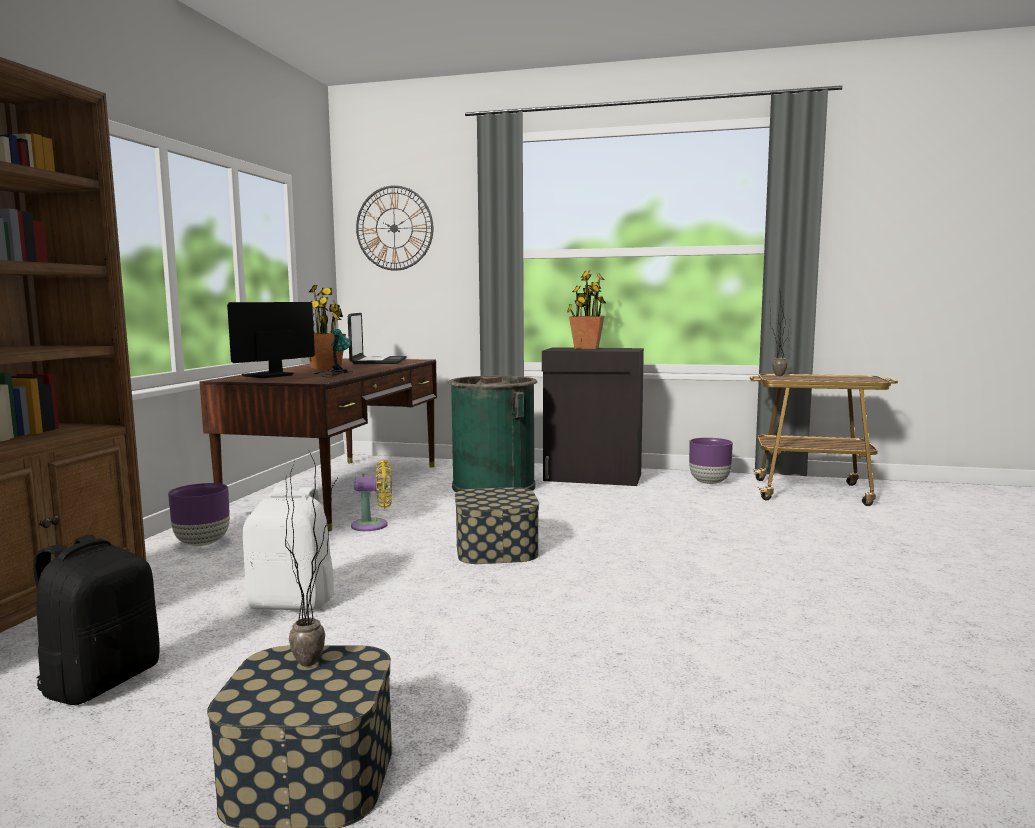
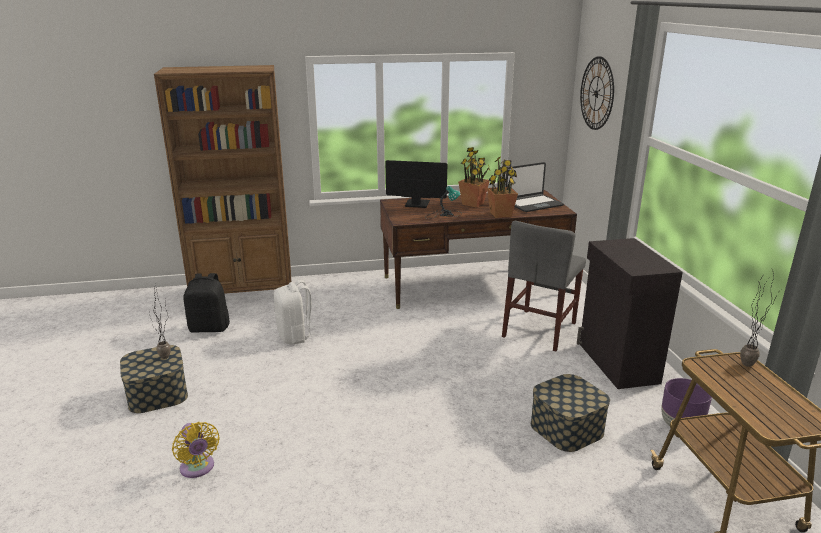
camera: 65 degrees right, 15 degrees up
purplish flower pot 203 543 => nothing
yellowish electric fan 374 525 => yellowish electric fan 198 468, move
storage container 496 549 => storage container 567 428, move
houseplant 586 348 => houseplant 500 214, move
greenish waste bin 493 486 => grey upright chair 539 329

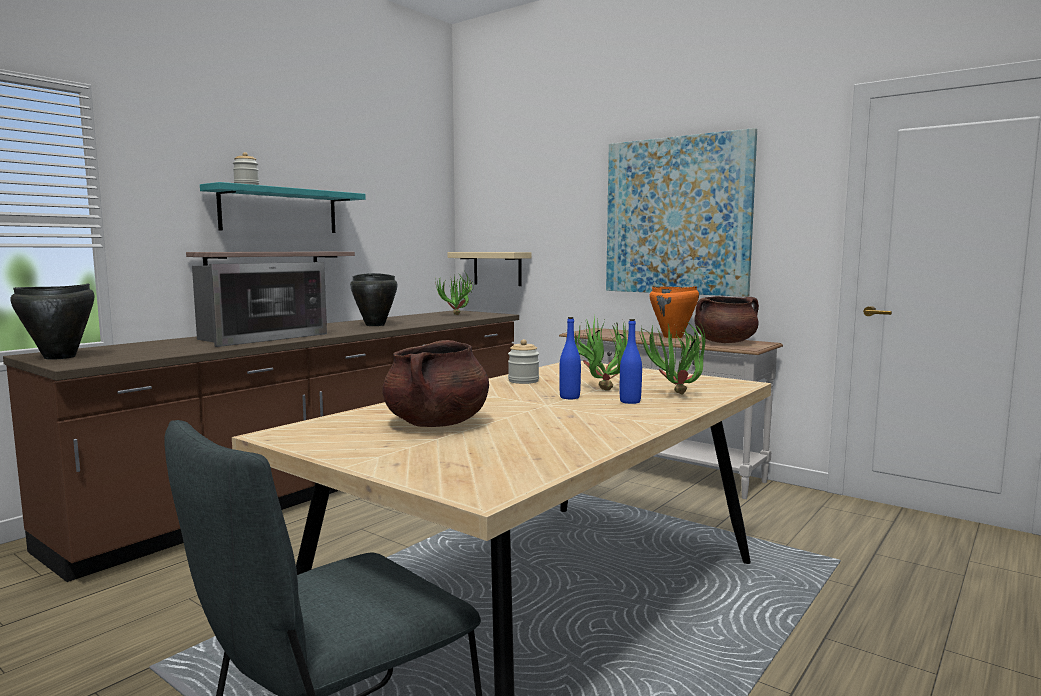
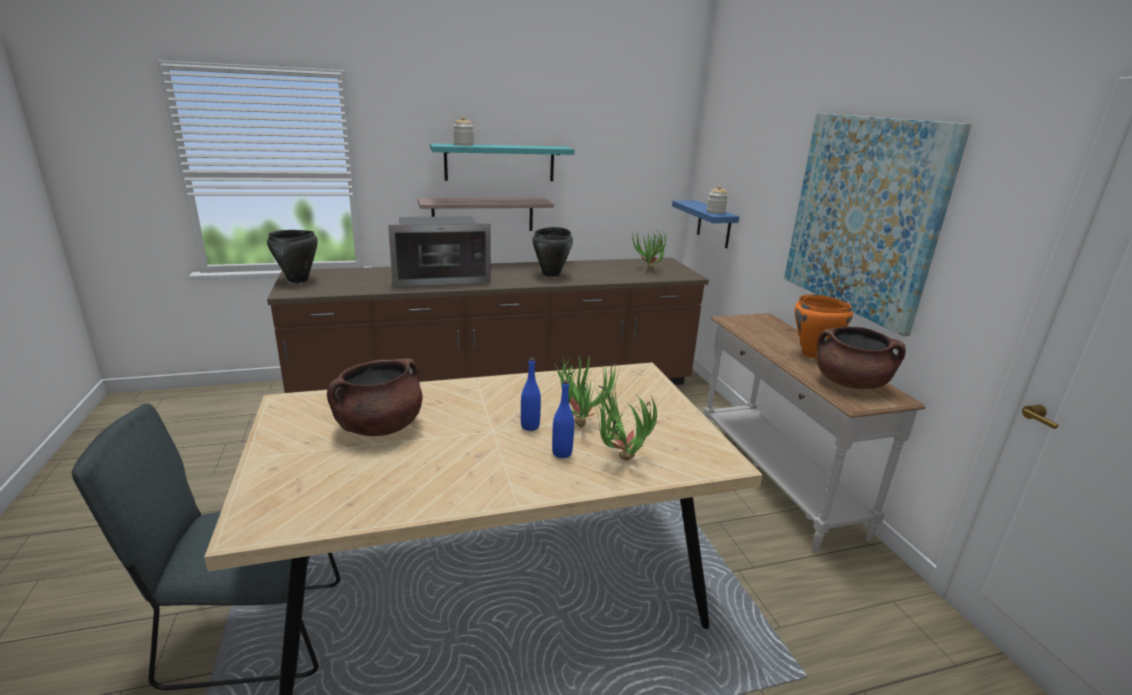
camera: 35 degrees right, 15 degrees up
preserve jar 523 381 => preserve jar 716 212, move
beige wall shelf 497 268 => blue wall shelf 714 224

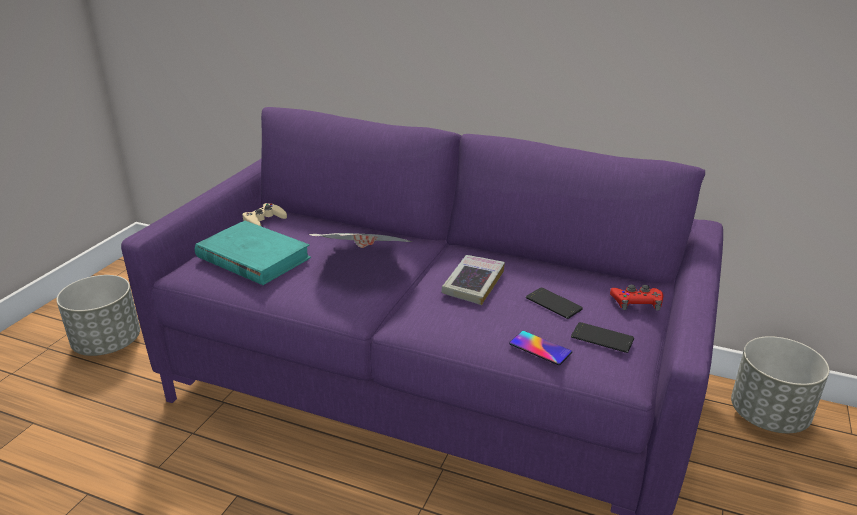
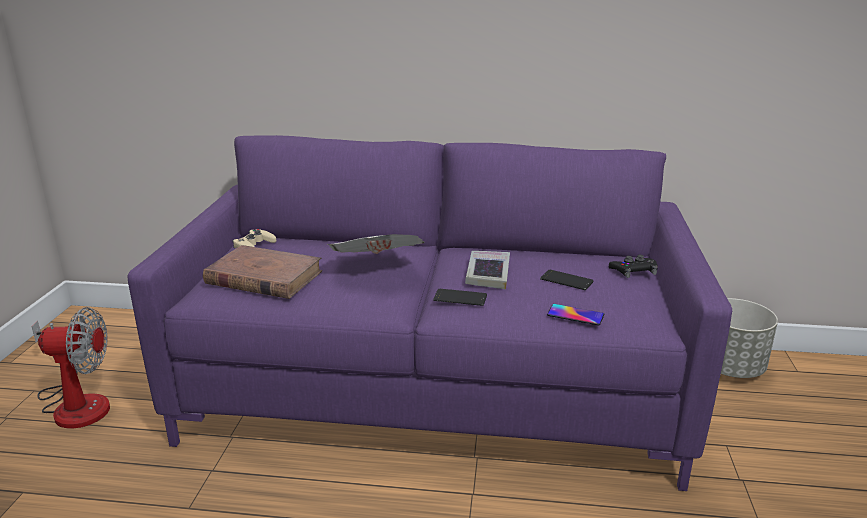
camera: 15 degrees left, 5 degrees down
phone 602 338 => phone 460 298, move
grey flower pot 107 344 => electric fan 76 403
turquoise-coloured bound book 253 257 => brown-coloured bound book 263 277
reddish game controller 636 302 => black game controller 633 271

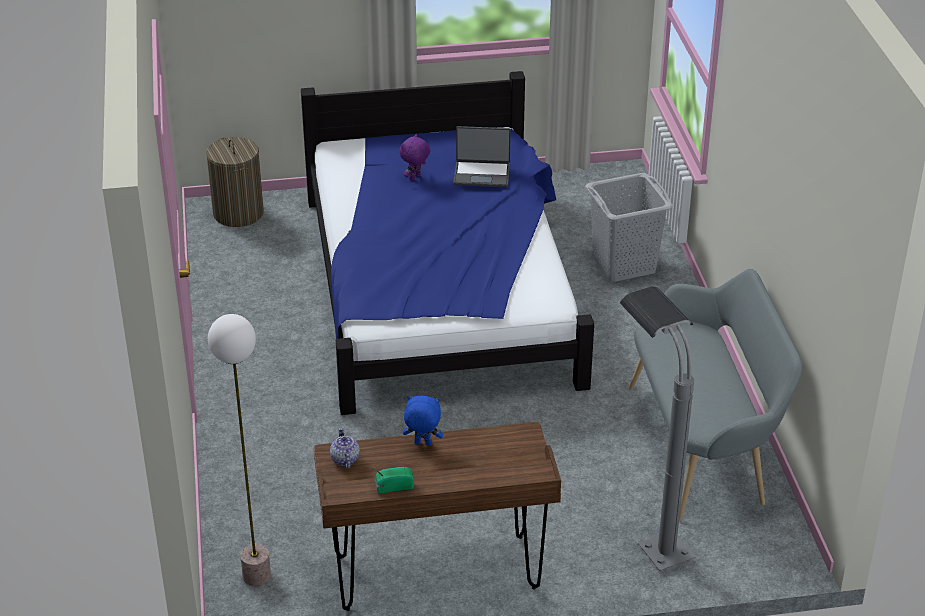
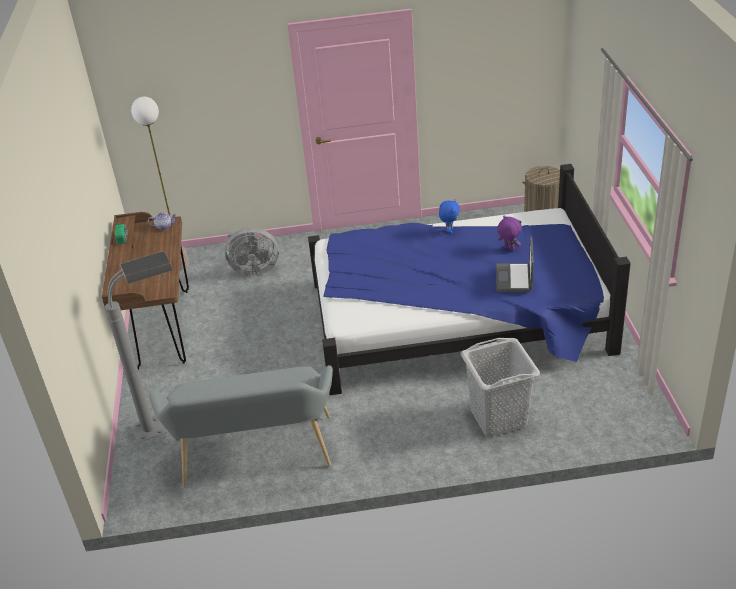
camera: 95 degrees right, 0 degrees up
nothing => grey electric fan 253 269
blue soft toy 422 444 => blue soft toy 449 231, move

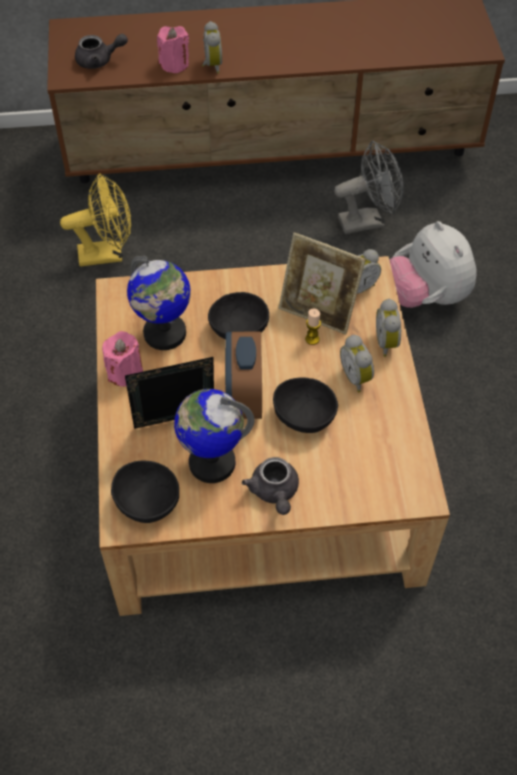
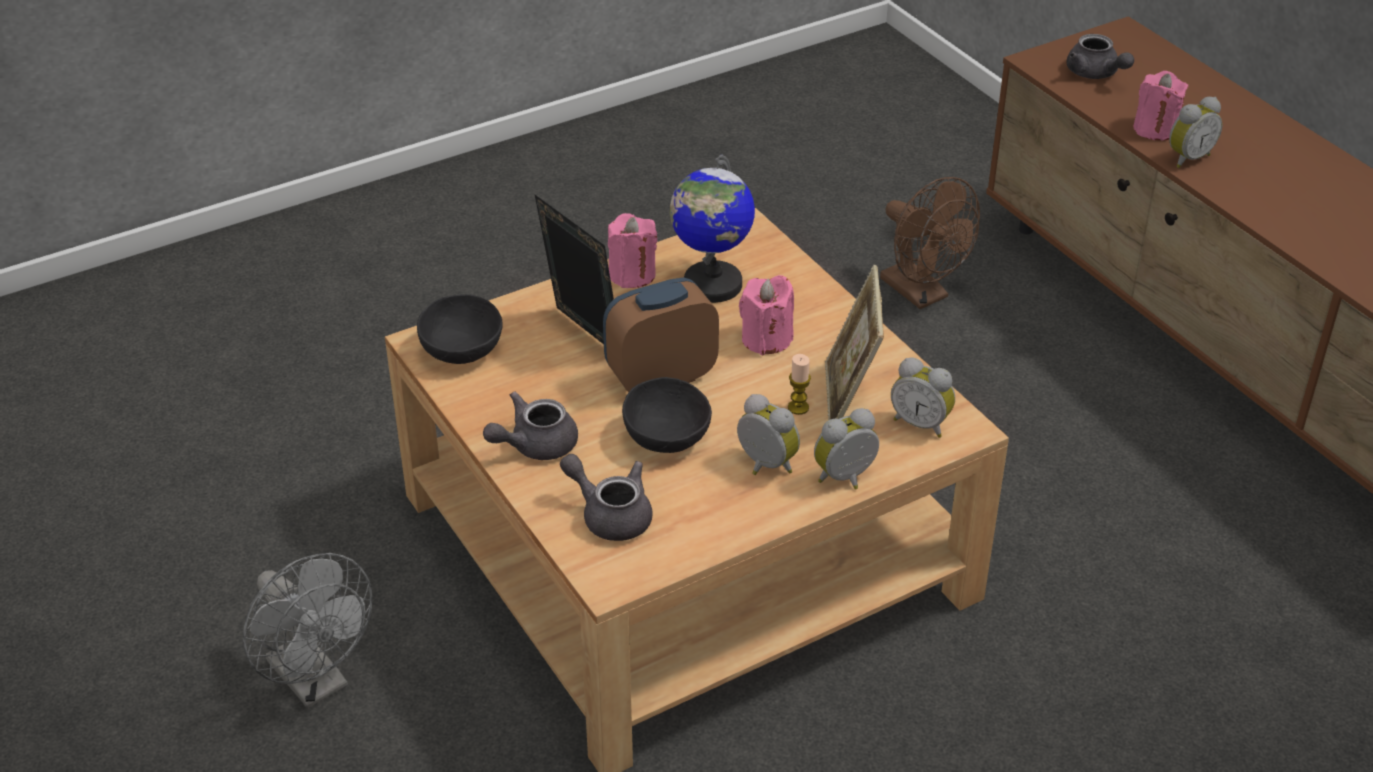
camera: 65 degrees right, 15 degrees down
world globe 211 462 => nothing
soft toy 426 296 => nothing
nothing => grey pot for tea 610 514
grey electric fan 368 220 => grey electric fan 316 682, move
black bowl 238 328 => pink candle 766 339
yellowish electric fan 108 254 => brown-coloured electric fan 921 294
bedside clock 357 377 => bedside clock 764 466, 90 degrees clockwise

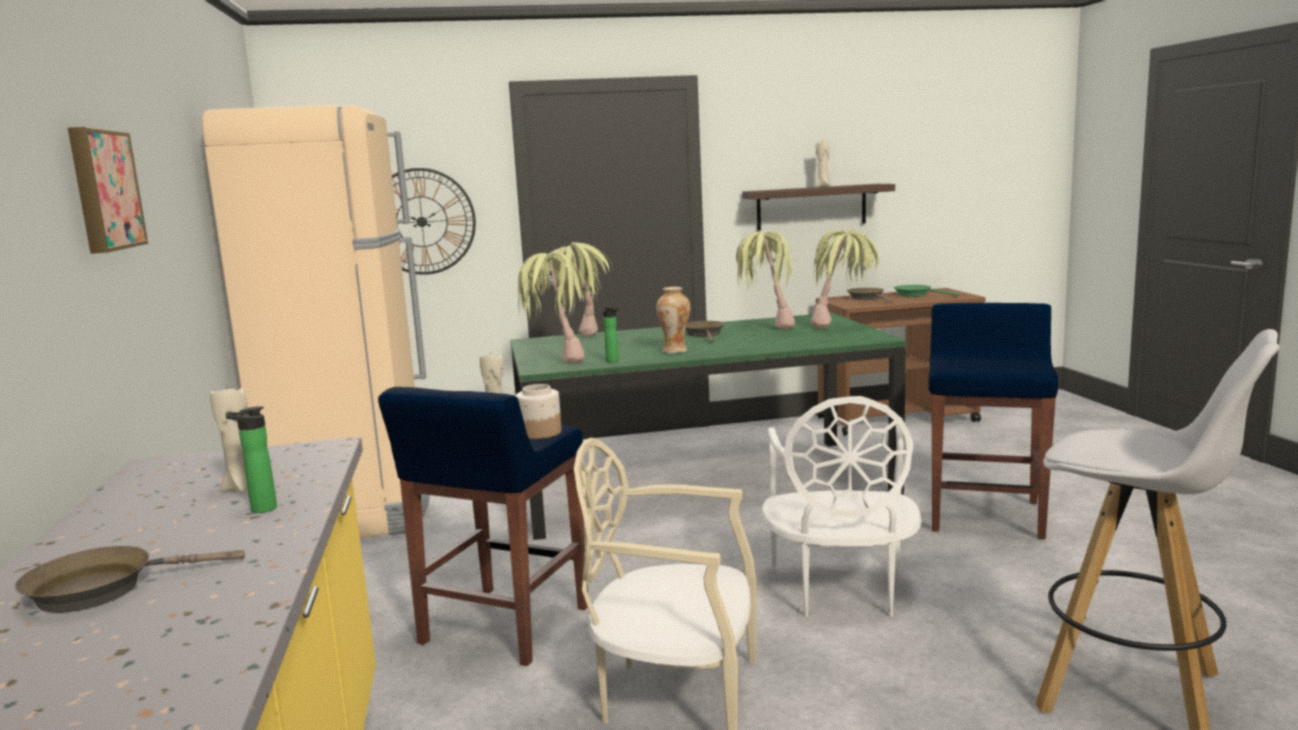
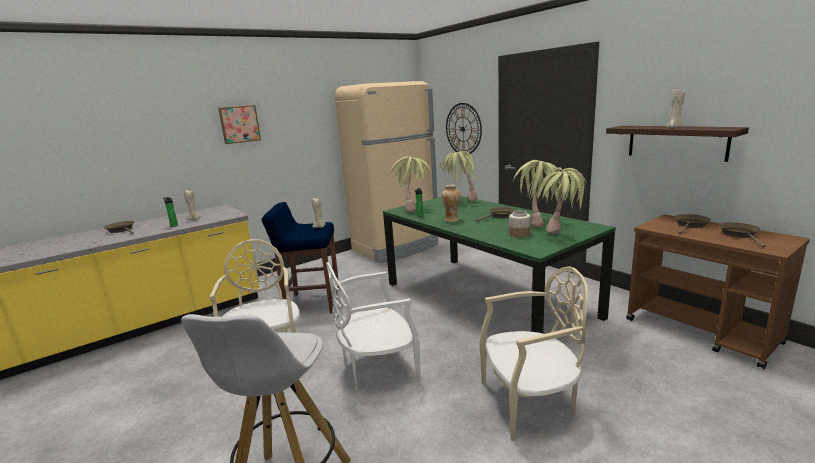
camera: 65 degrees right, 5 degrees up
preserve jar 539 433 => preserve jar 519 234, move
blue stool 986 515 => beige upright chair 530 403
greenish skillet 916 295 => brown-coloured skillet 740 235

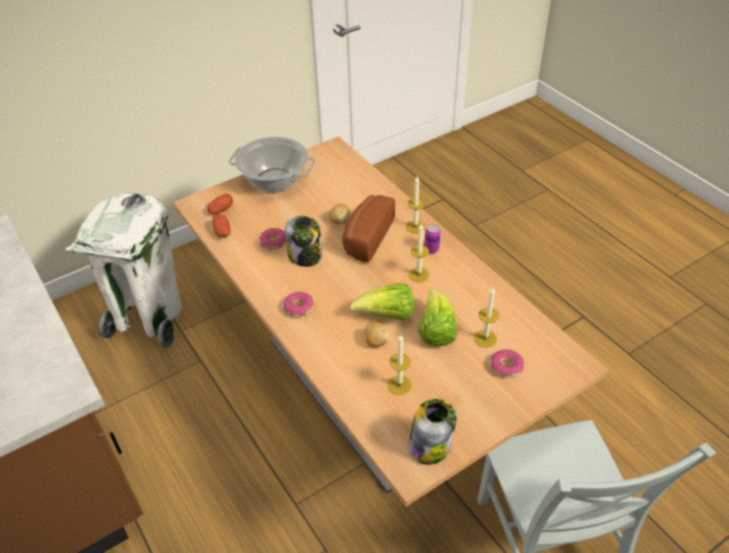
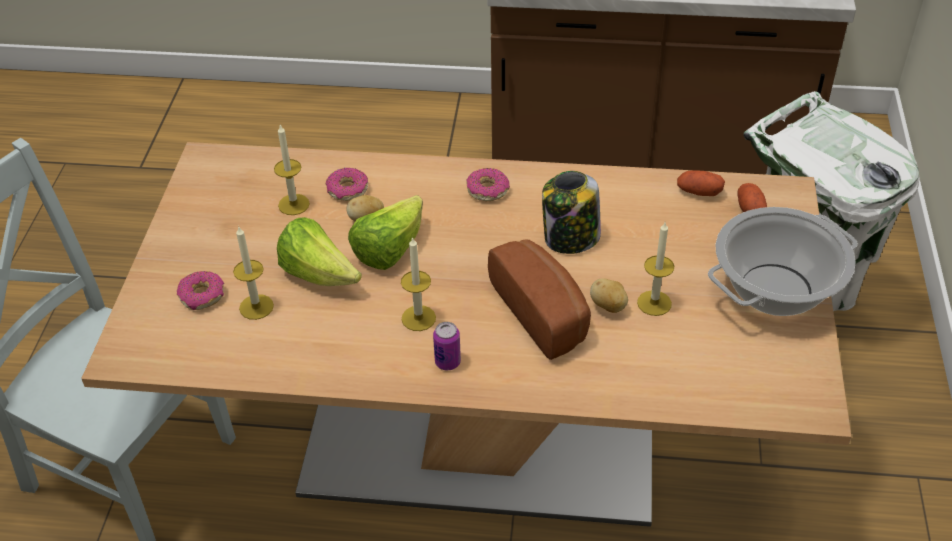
camera: 130 degrees right, 0 degrees up
preserve jar 430 446 => nothing
ring doughnut 274 242 => ring doughnut 347 190, move
candle 415 227 => candle 654 303, move

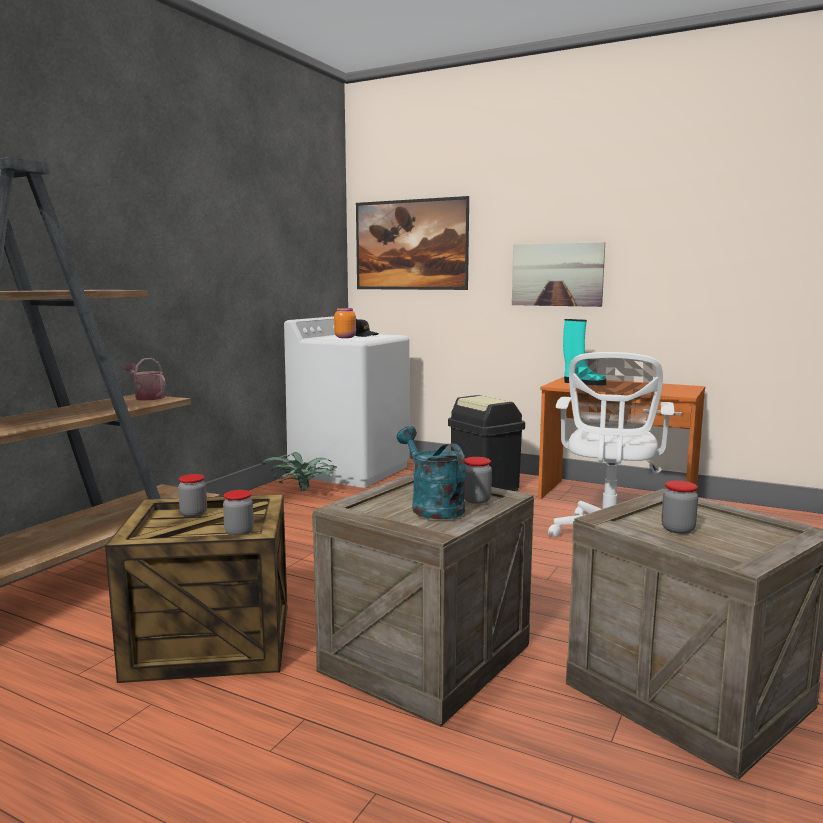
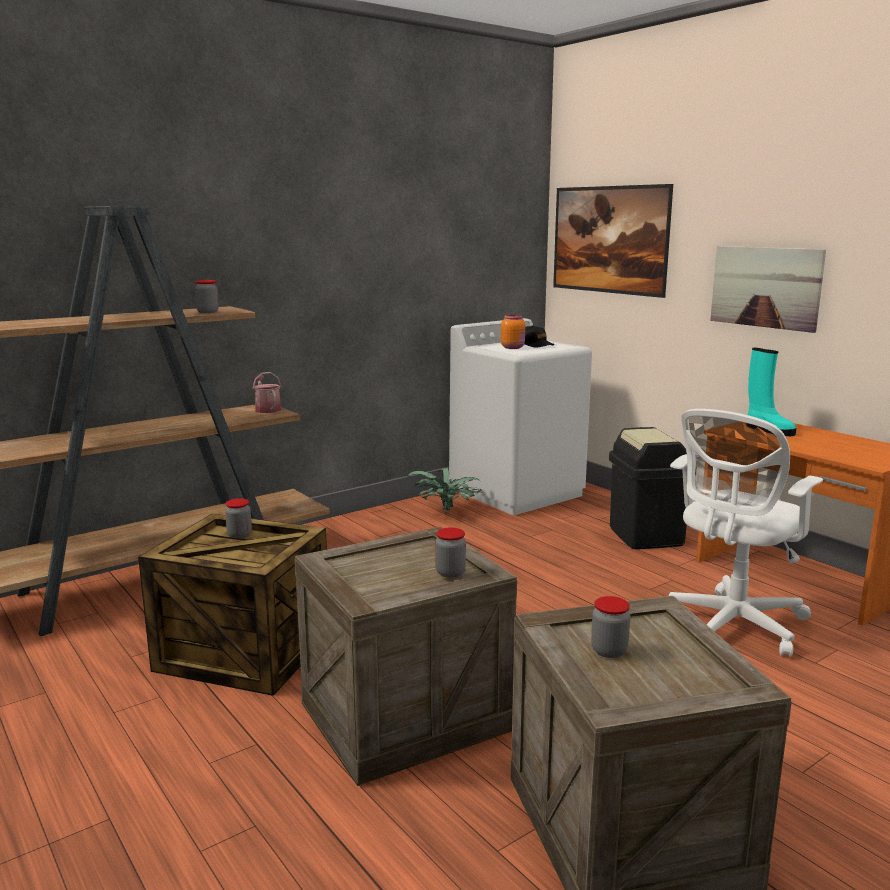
camera: 25 degrees right, 5 degrees up
turquoise-coloured watering pot 432 506 => nothing
preserve jar 239 533 => preserve jar 207 312, move

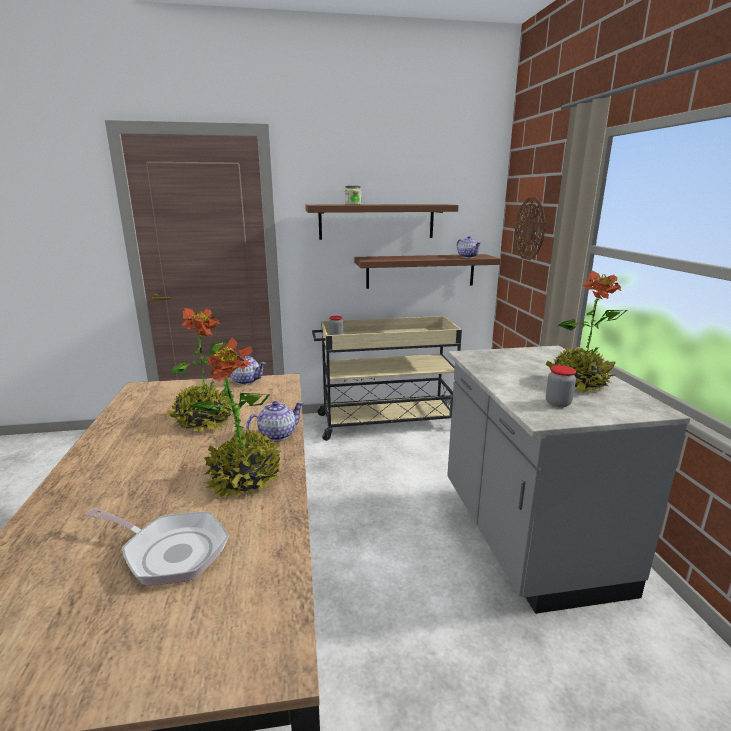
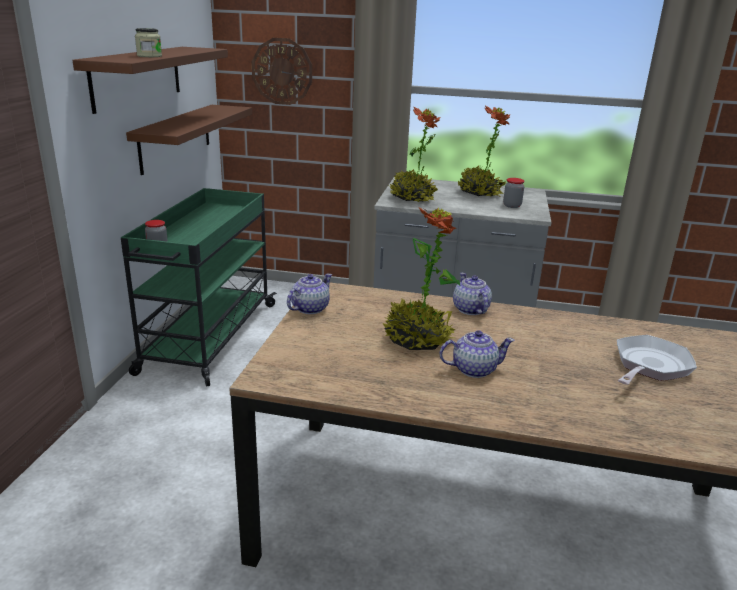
camera: 70 degrees left, 5 degrees up
houseplant 245 478 => houseplant 412 198, move
pot for tea 467 256 => pot for tea 473 369, move
beige trolley 385 422 => greenish trolley 209 338

